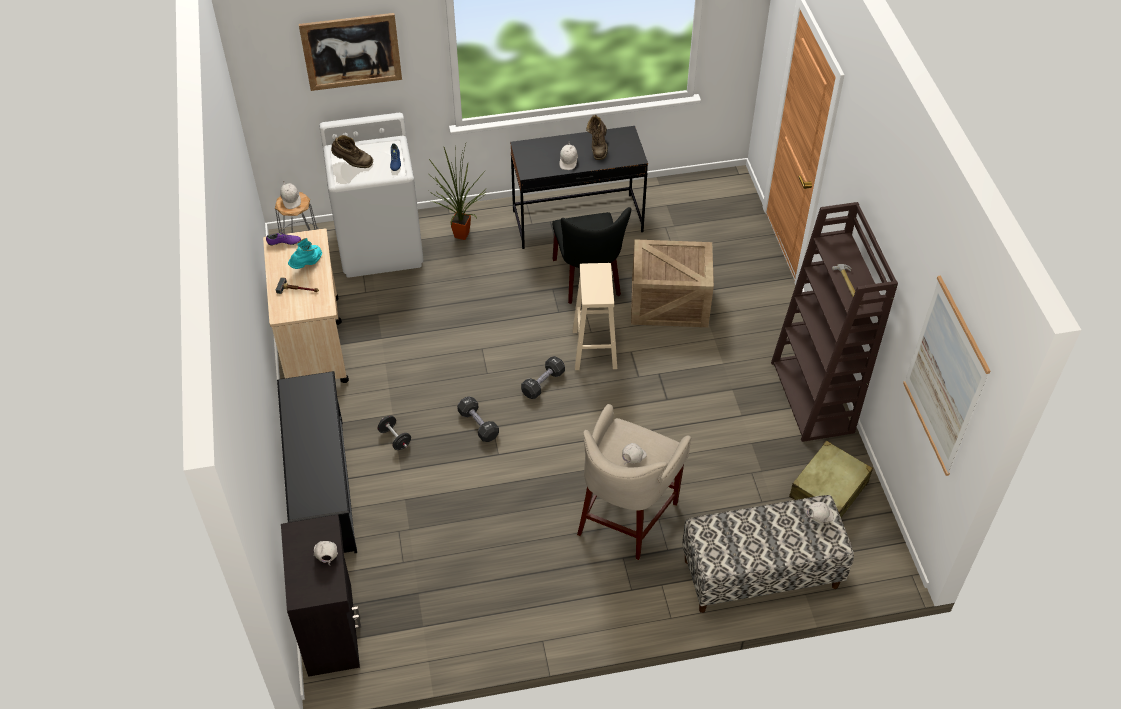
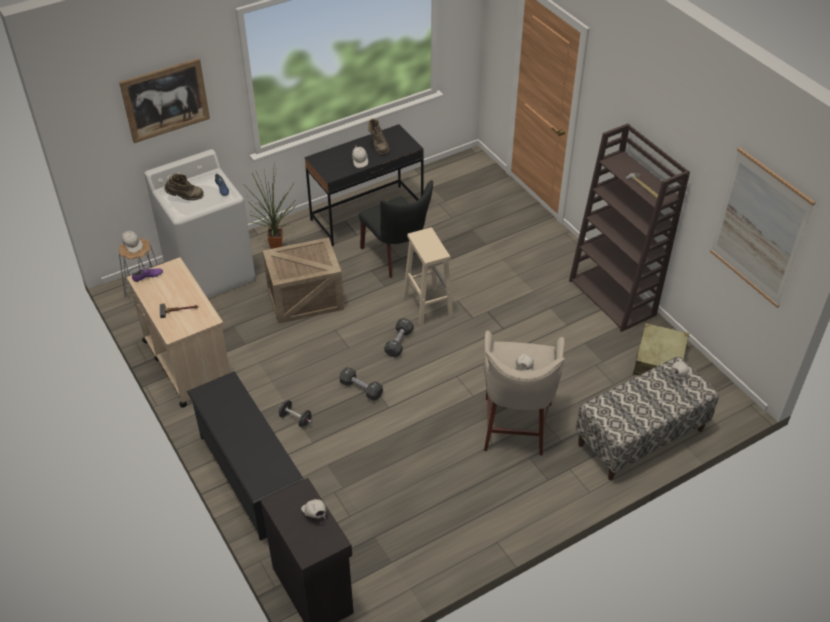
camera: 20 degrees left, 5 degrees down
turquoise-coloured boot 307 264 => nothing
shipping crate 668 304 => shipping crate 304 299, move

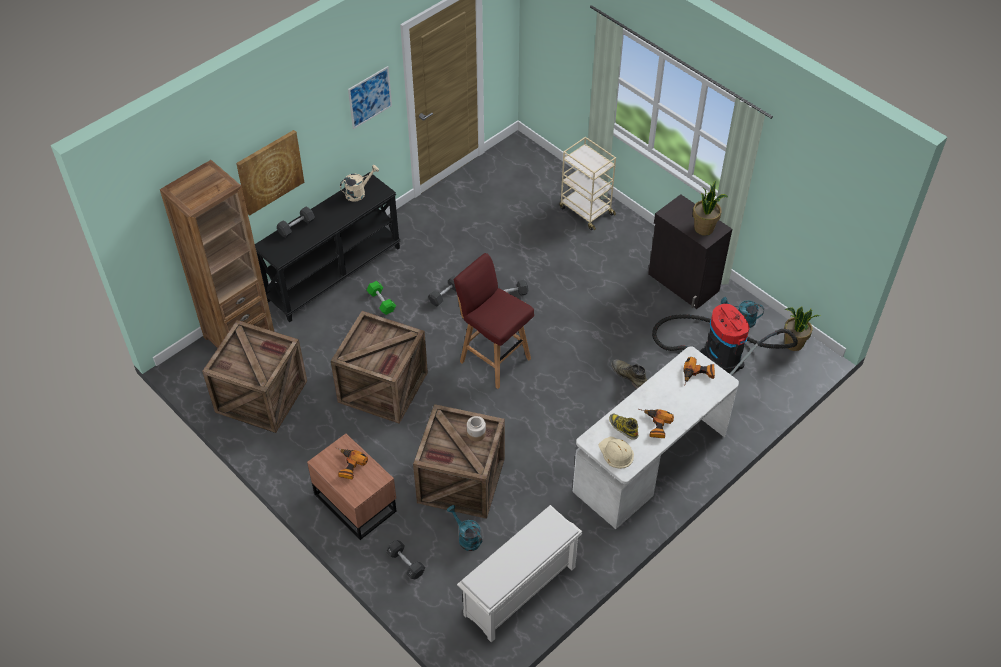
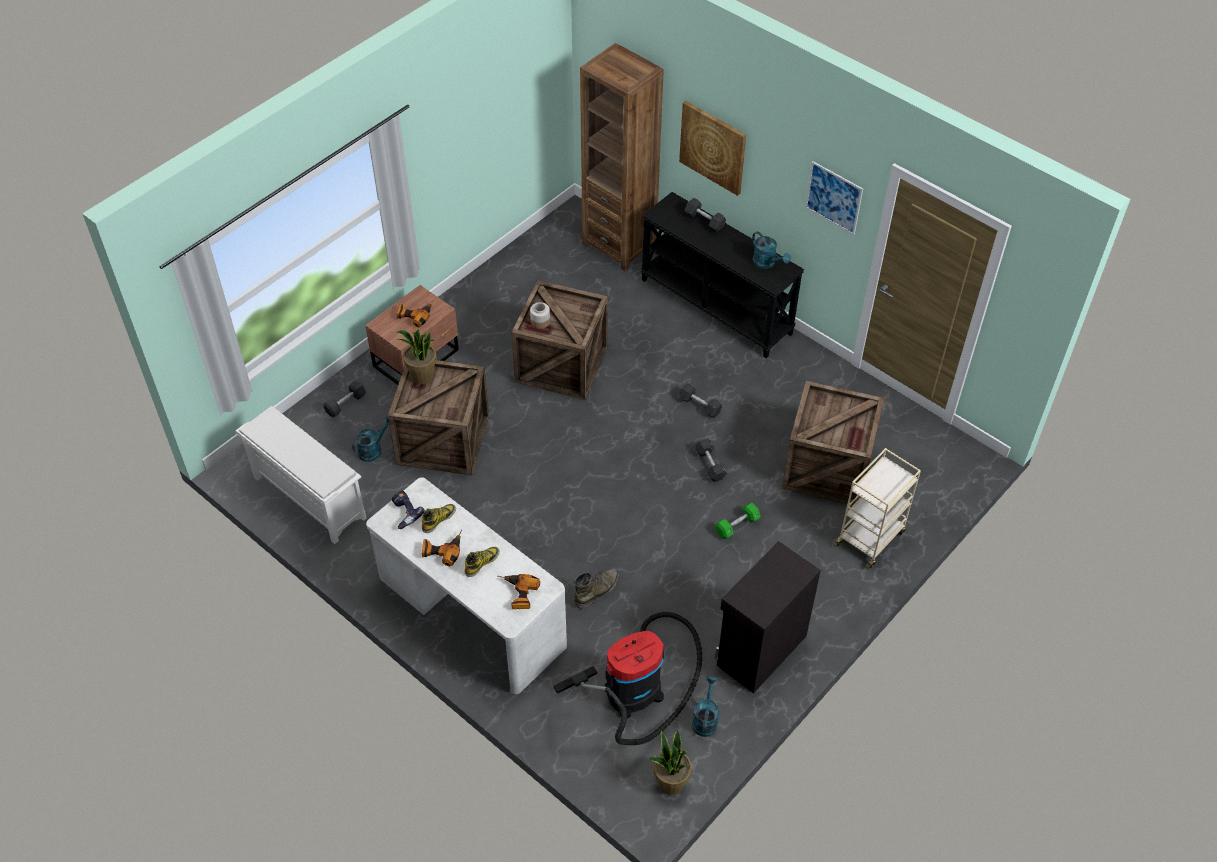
camera: 85 degrees right, 0 degrees up
reddish stool 494 359 => nothing
nothing => boot 482 562
shipping crate 263 396 => shipping crate 828 468, move
greenish free weight 381 302 => greenish free weight 737 525, move
preserve jar 476 434 => preserve jar 540 321, move
houseplant 704 228 => houseplant 422 376, move
beige hard hat 616 453 => electric drill 404 513
beige watering pot 358 192 => turquoise-coloured watering pot 767 263

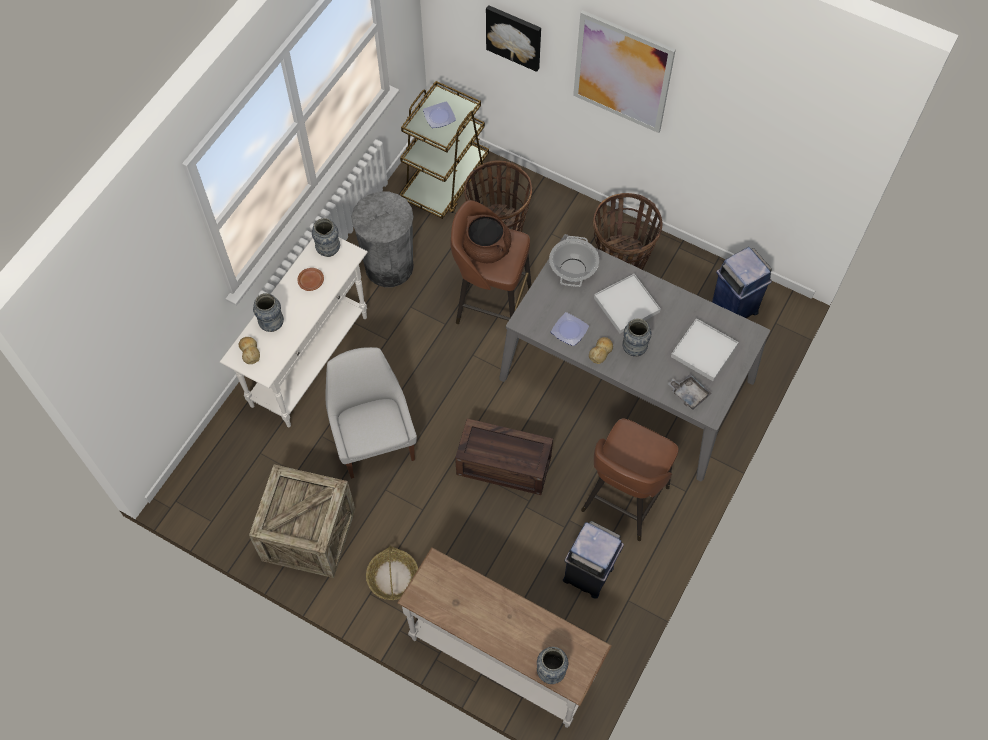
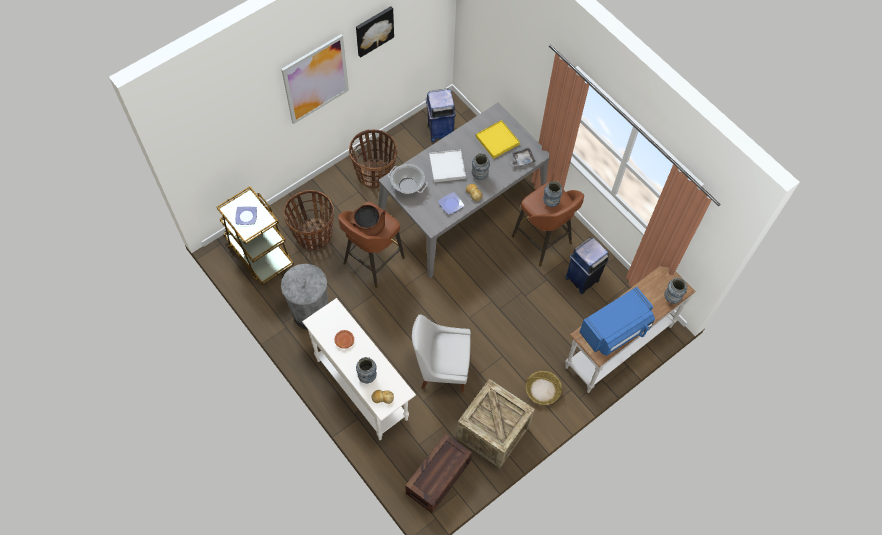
camera: 70 degrees left, 0 degrees up
nothing => blue microwave 615 330
vase 328 250 => vase 550 202, move
shipping crate 505 464 => shipping crate 438 476, move
picture 514 36 => picture 374 30, move
whitish carrying tray 704 351 => yellowish carrying tray 497 140

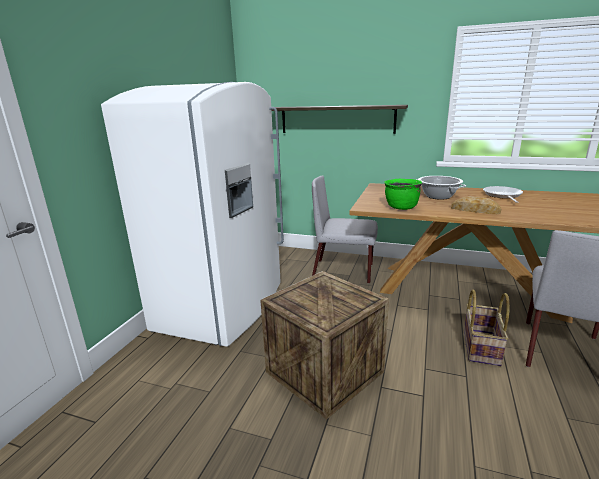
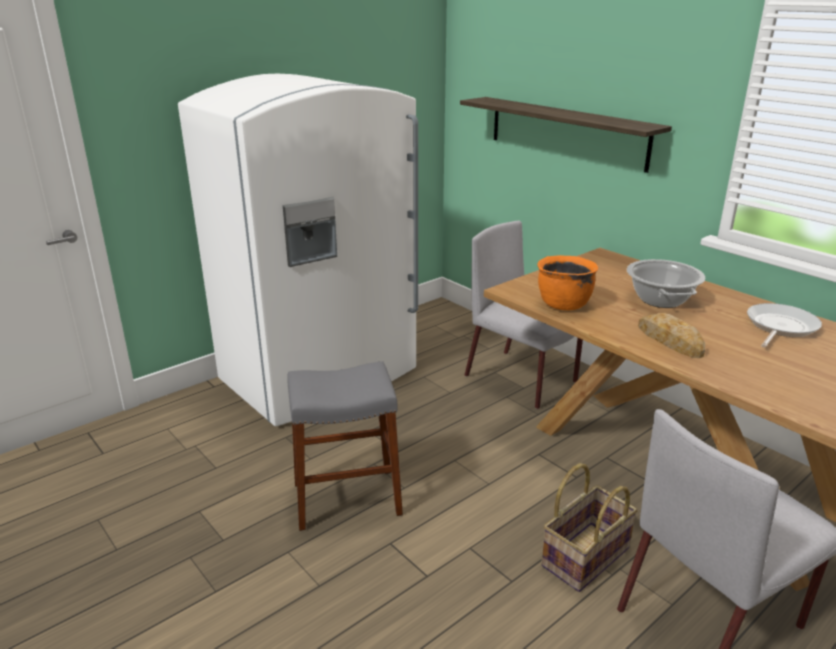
camera: 30 degrees right, 5 degrees up
shipping crate 324 372 => grey stool 347 498
greenish saucepot 401 207 => orangey saucepot 563 304

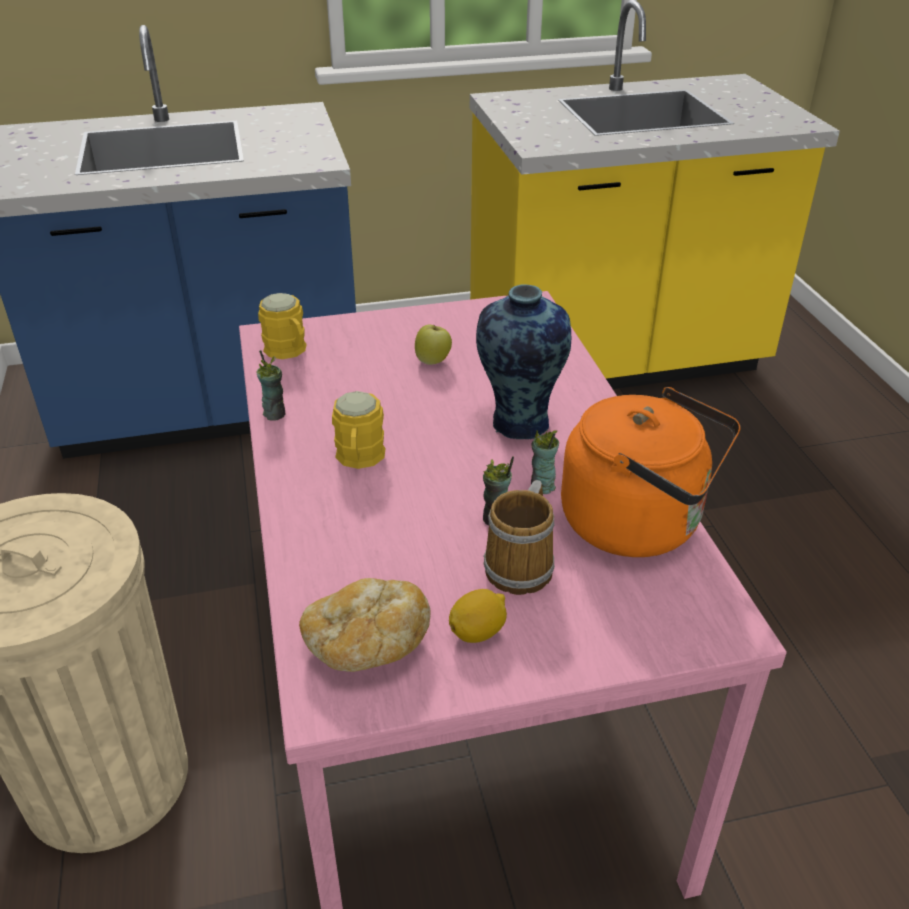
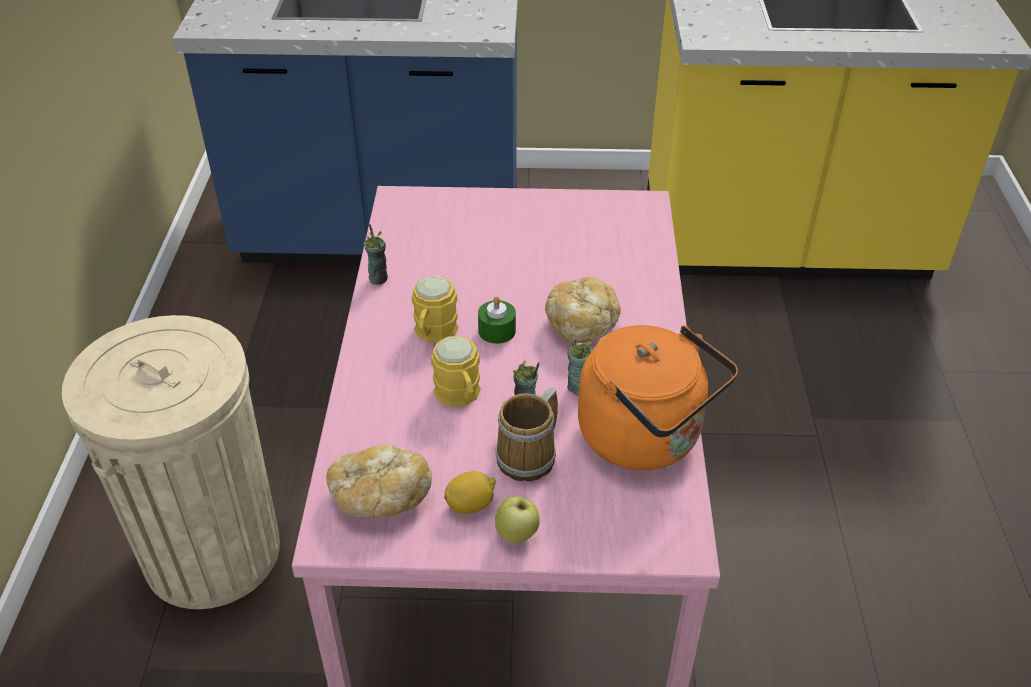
camera: 15 degrees right, 5 degrees up
nothing => greenish candle 497 331
yellowish tea mug 289 351 => yellowish tea mug 460 396, move
apple fruit 433 361 => apple fruit 517 535, move
vase 518 424 => bread 582 324

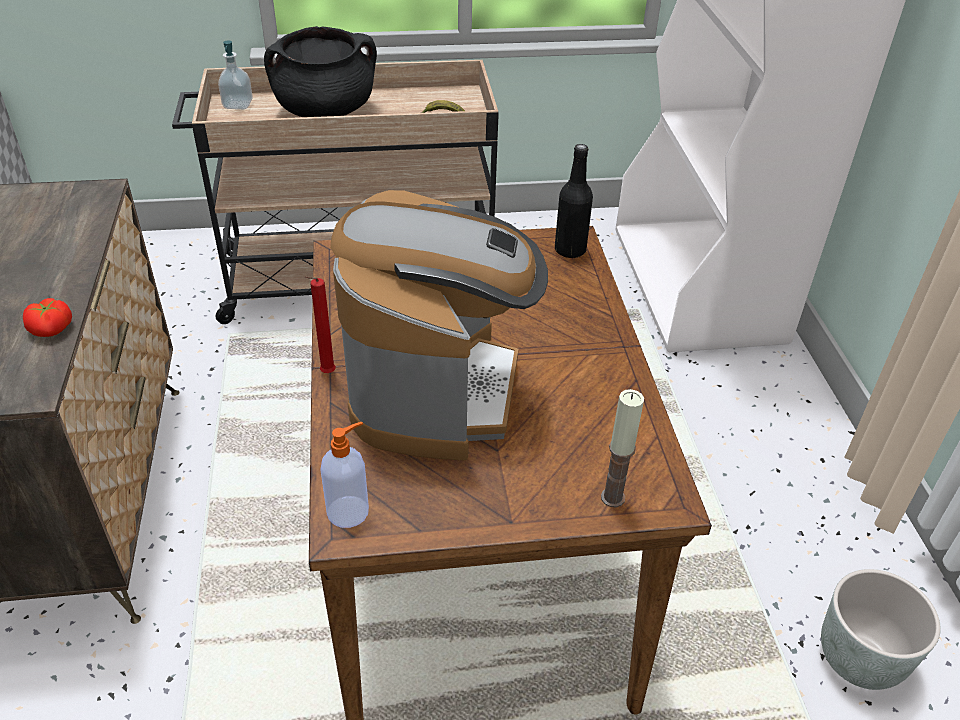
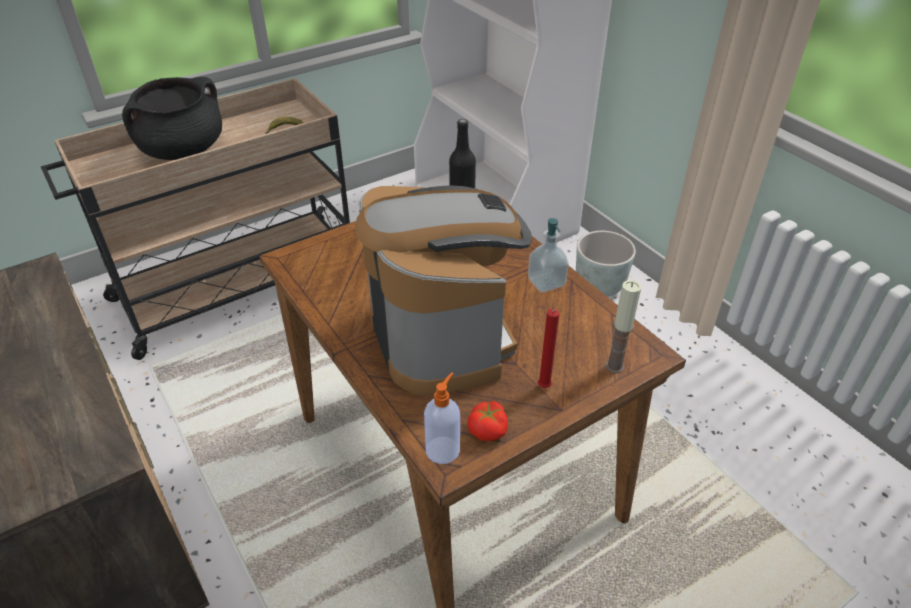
camera: 25 degrees left, 0 degrees up
tomato 52 329 => tomato 488 430, move
soap dispenser 238 104 => soap dispenser 546 282, move
reddish candle 326 374 => reddish candle 543 388, move
grey flower pot 859 660 => grey flower pot 600 287, move

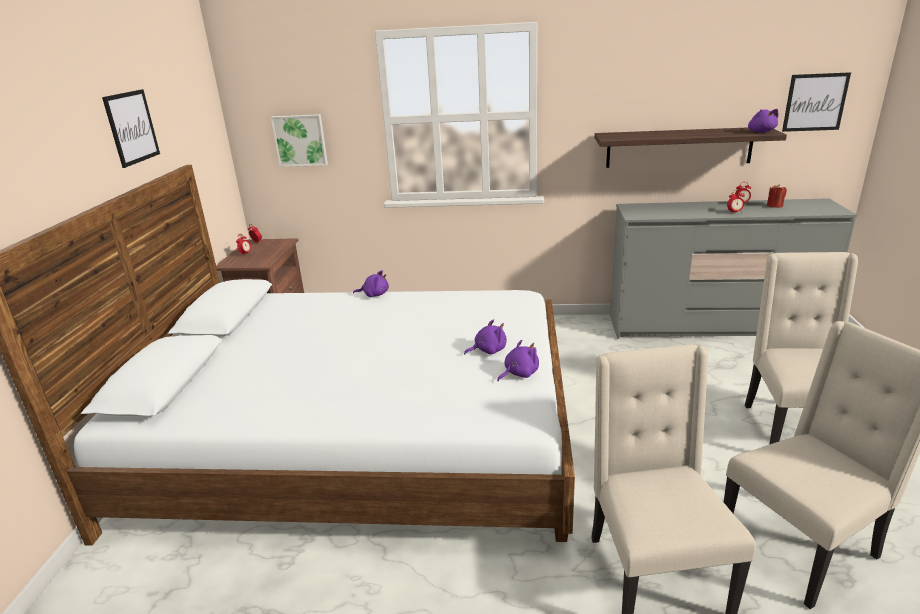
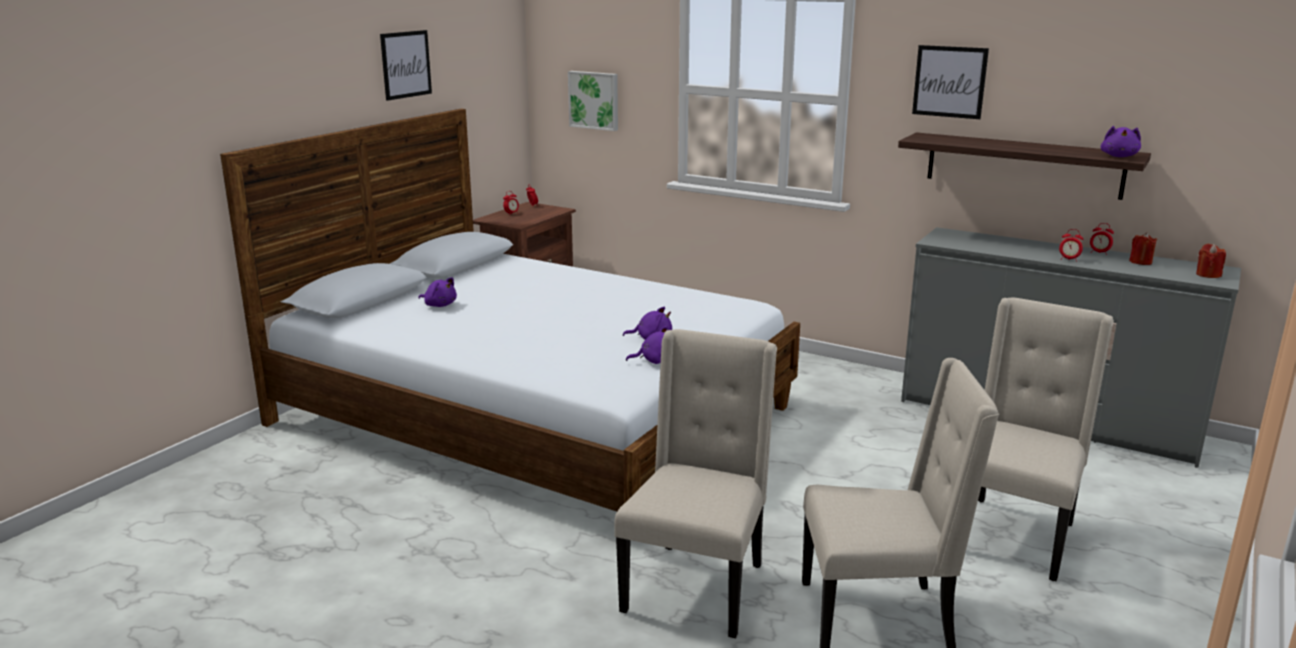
camera: 25 degrees right, 5 degrees down
nothing => reddish candle 1208 275
purplish soft toy 374 294 => purplish soft toy 439 305, move
picture 815 102 => picture 949 81, move

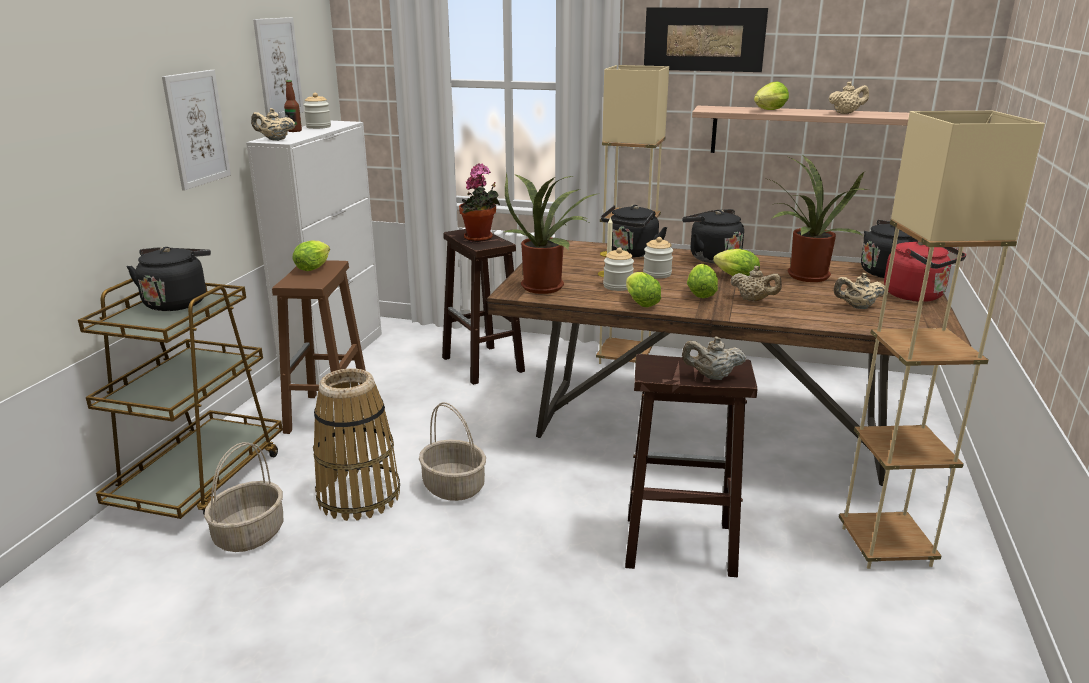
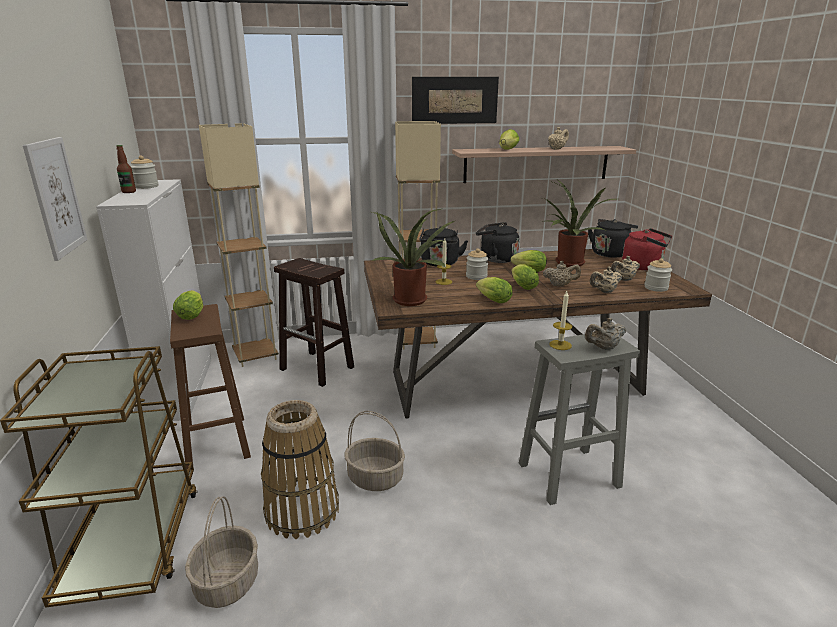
camera: 25 degrees left, 0 degrees up
black water kettle 177 302 => nothing
picture 278 68 => nothing
houseplant 480 238 => nothing
nothing => candle 560 345
beige pot for tea 275 140 => beige pot for tea 604 291, move
preserve jar 617 286 => preserve jar 656 288, move
beige standard lamp 885 546 => beige standard lamp 255 356, move
brown-coloured stool 677 545 => grey stool 567 475

